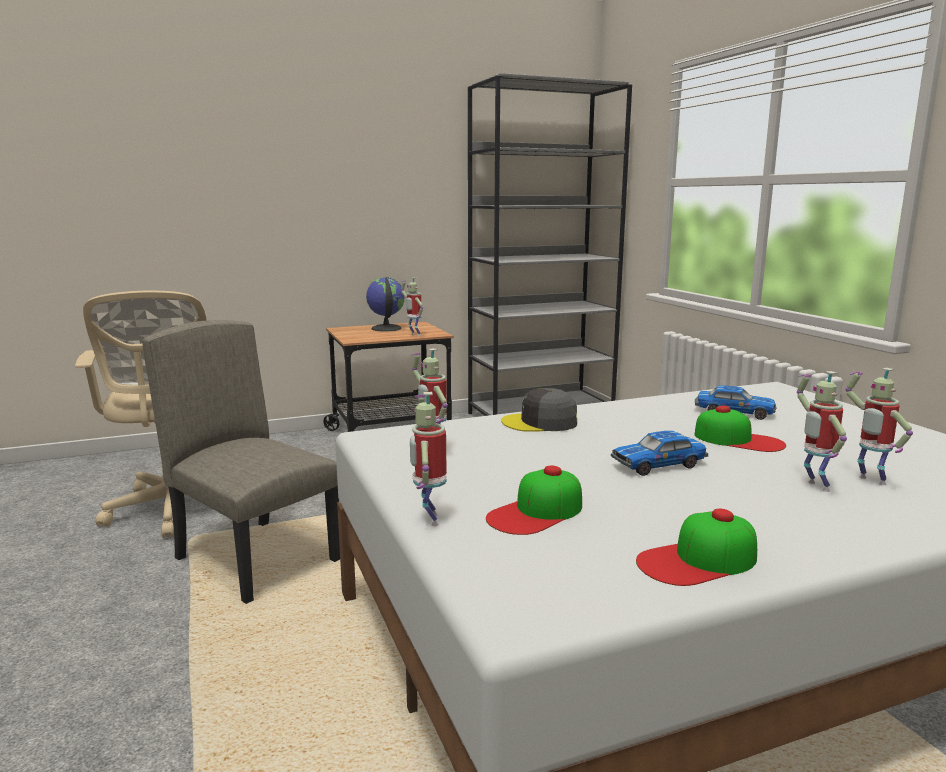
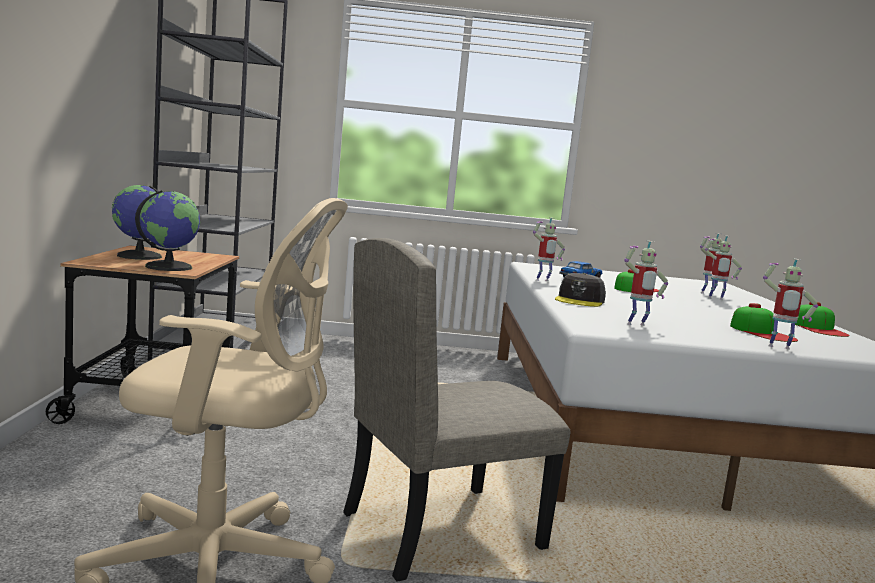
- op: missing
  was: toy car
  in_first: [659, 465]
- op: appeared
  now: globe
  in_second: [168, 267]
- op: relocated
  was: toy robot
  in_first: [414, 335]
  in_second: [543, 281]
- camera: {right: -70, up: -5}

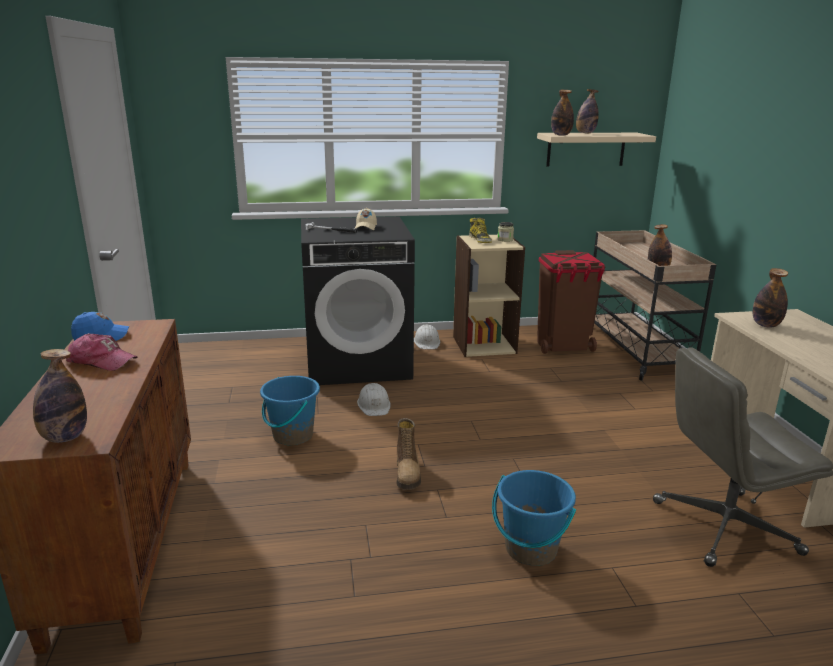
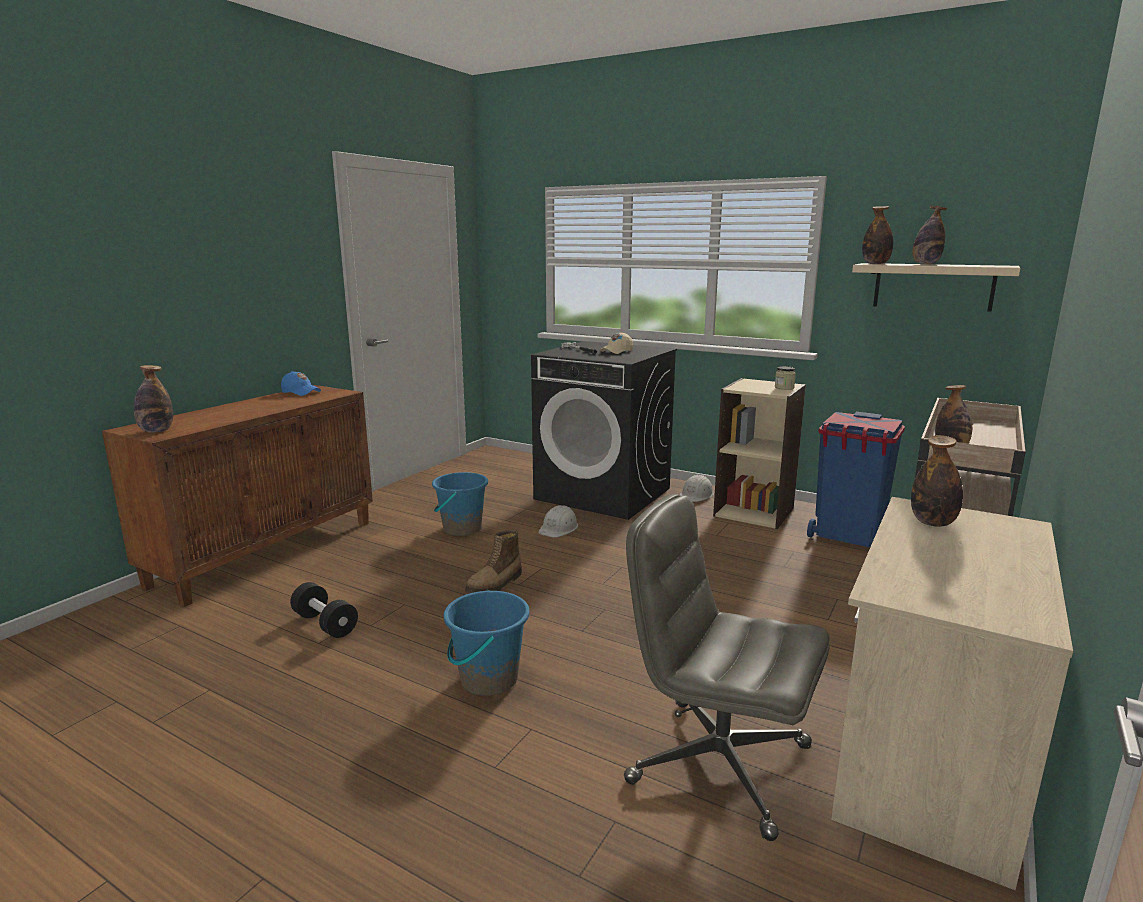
- op: missing
  was: cap
  in_first: [101, 361]
- op: missing
  was: boot
  in_first: [480, 239]
- op: appeared
  now: black dumbbell
  in_second: [325, 624]
- op: colour
  was: brown trash can
  now: blue trash can
  in_first: [563, 347]
  in_second: [848, 538]
- camera: {right: 40, up: -5}

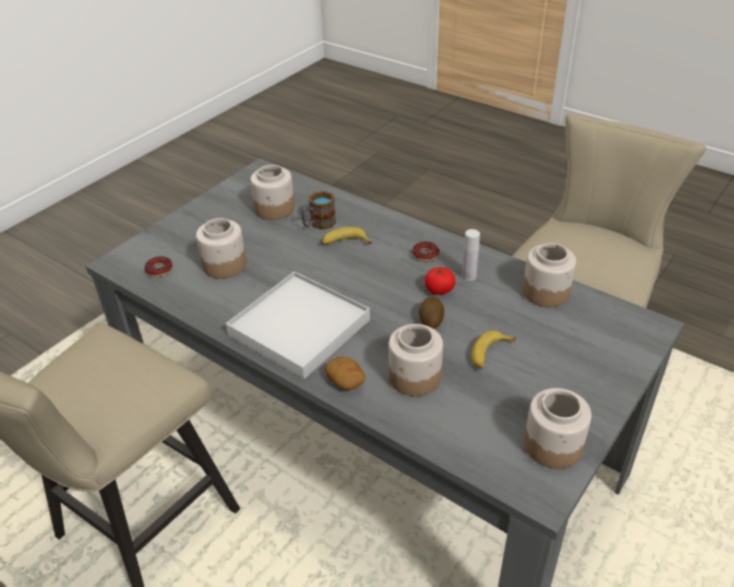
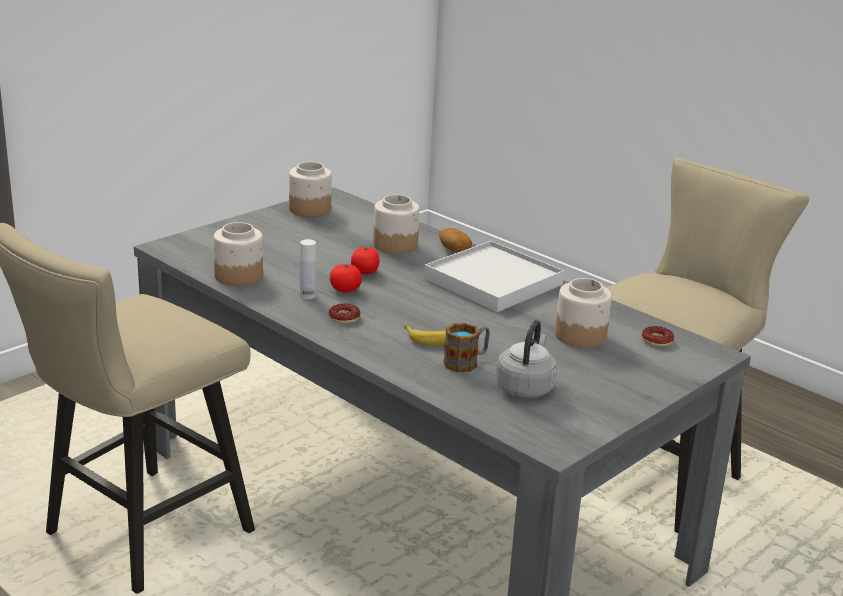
- op: missing
  was: banana
  in_first: [489, 354]
- op: exchanged
  was: jar
  now: grey kettle
  in_first: [275, 209]
  in_second: [526, 387]
- op: exchanged
  was: potato
  now: tomato
  in_first: [431, 320]
  in_second: [365, 272]
- camera: {right: -175, up: -15}

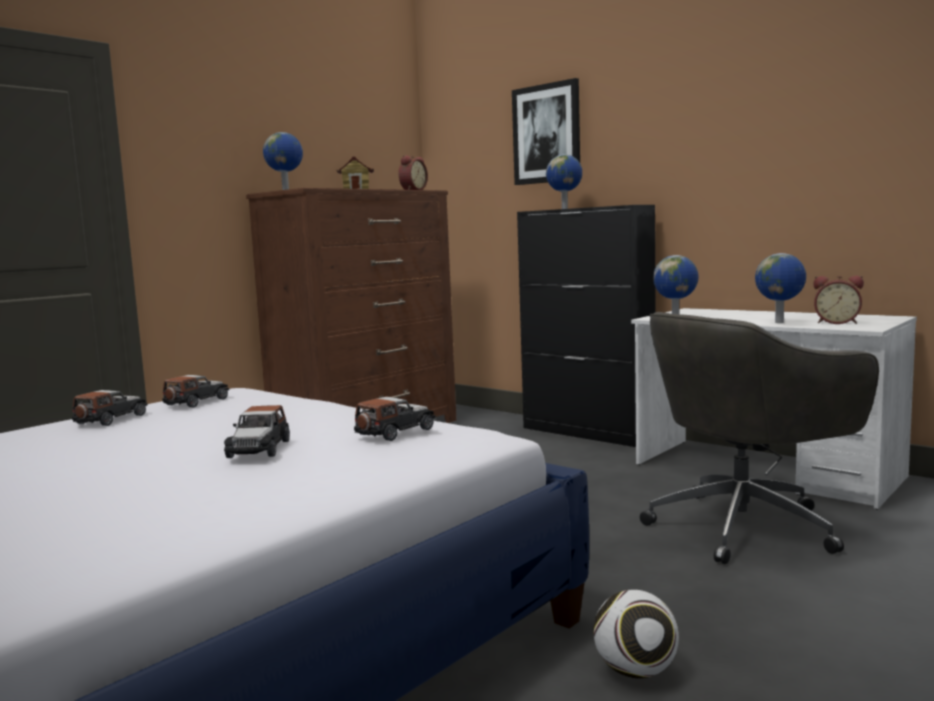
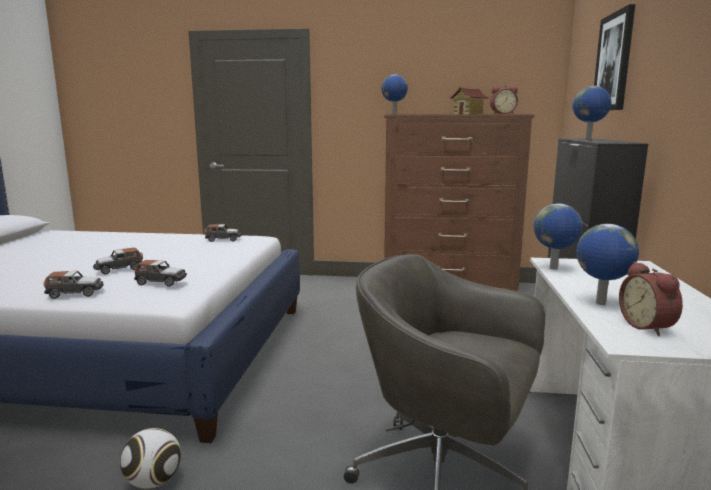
- op: relocated
  was: toy car
  in_first: [111, 419]
  in_second: [75, 293]
- camera: {right: 55, up: 5}

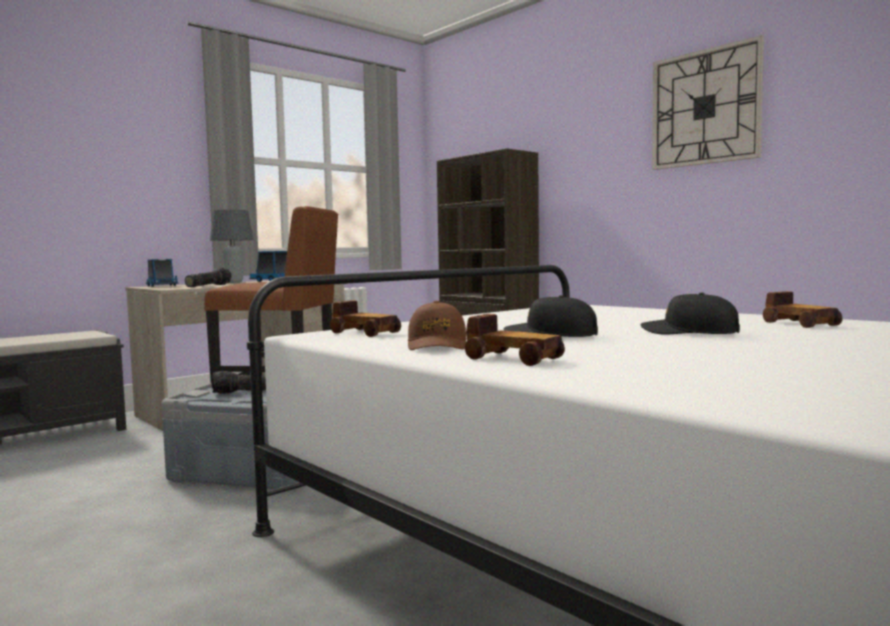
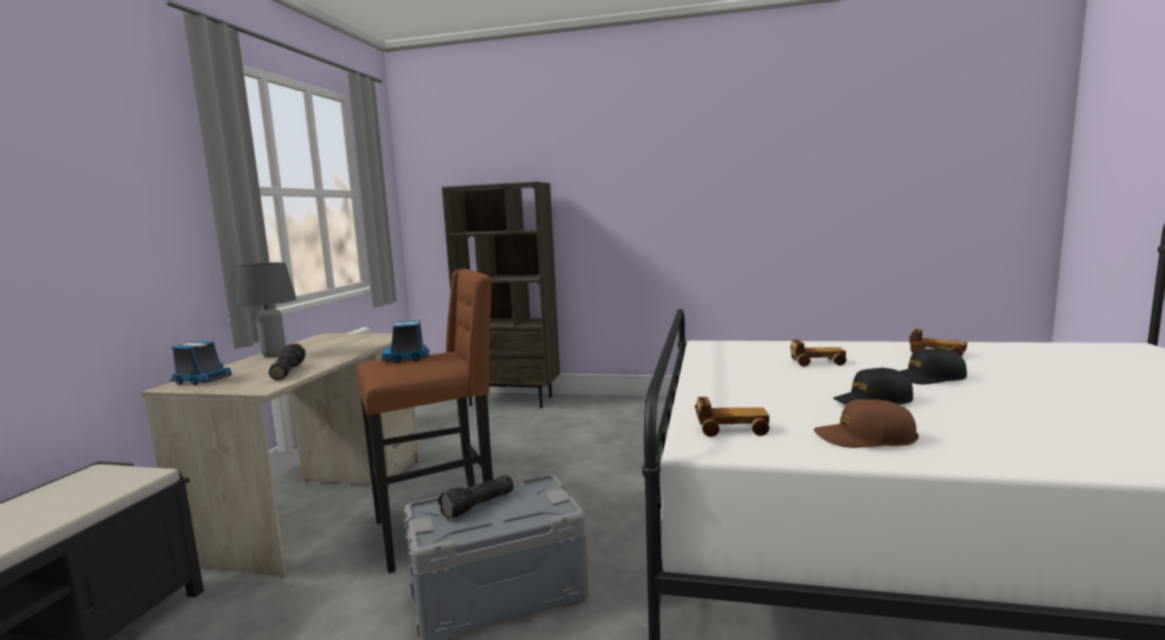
- op: missing
  was: wall clock
  in_first: [705, 107]
- op: relocated
  was: toy car
  in_first: [512, 359]
  in_second: [816, 362]
- op: spun
  was: brown cap
  in_first: [437, 345]
  in_second: [864, 438]
  clockwise: 135
- camera: {right: -35, up: 5}

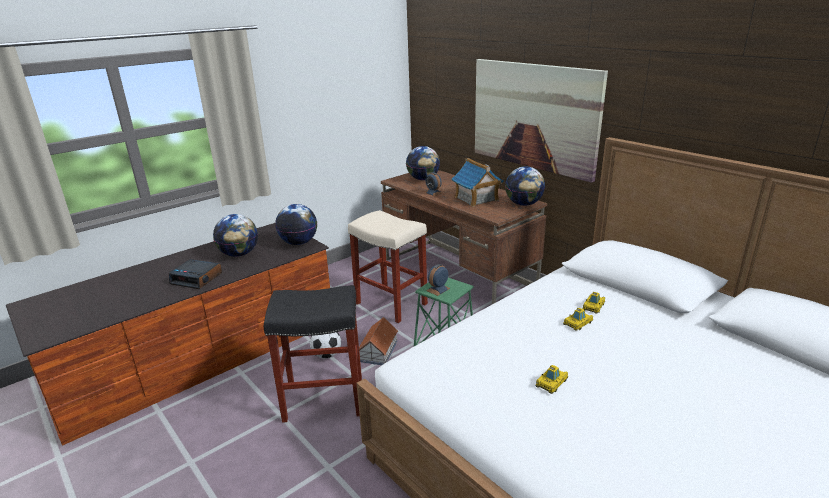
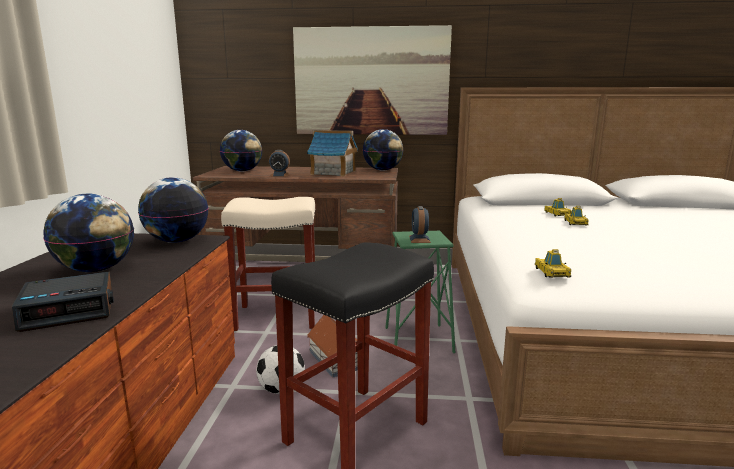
- op: relocated
  was: toy car
  in_first: [551, 383]
  in_second: [551, 272]
- camera: {right: -45, up: -10}

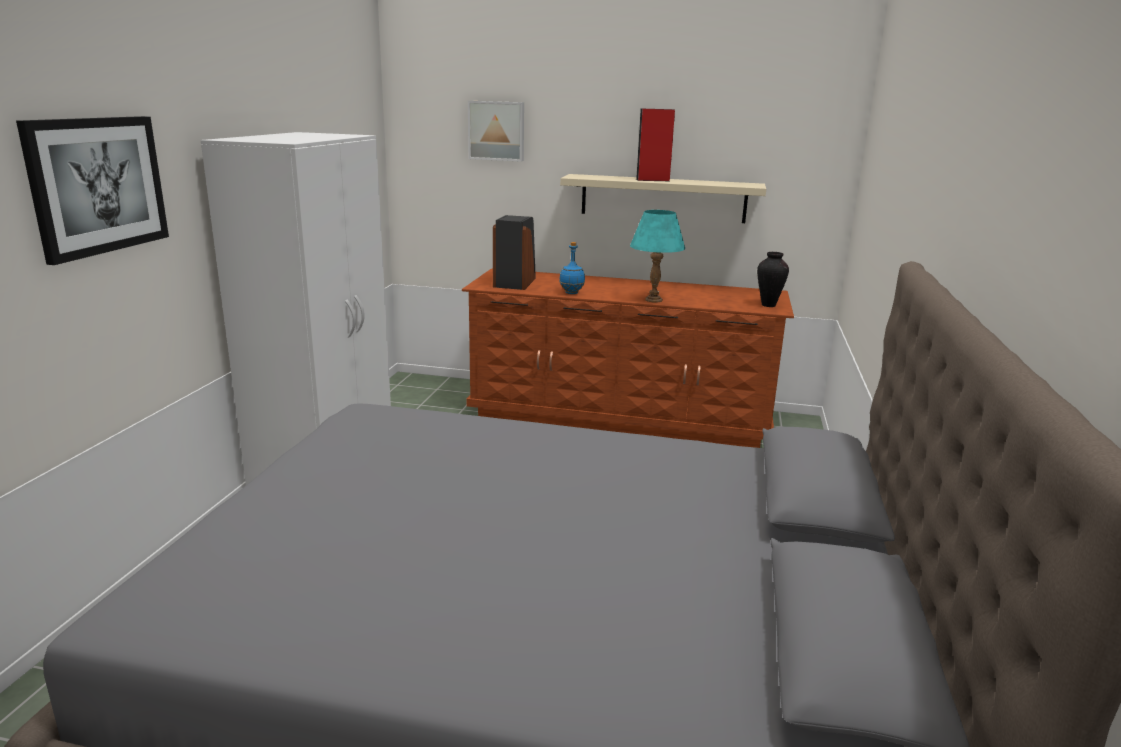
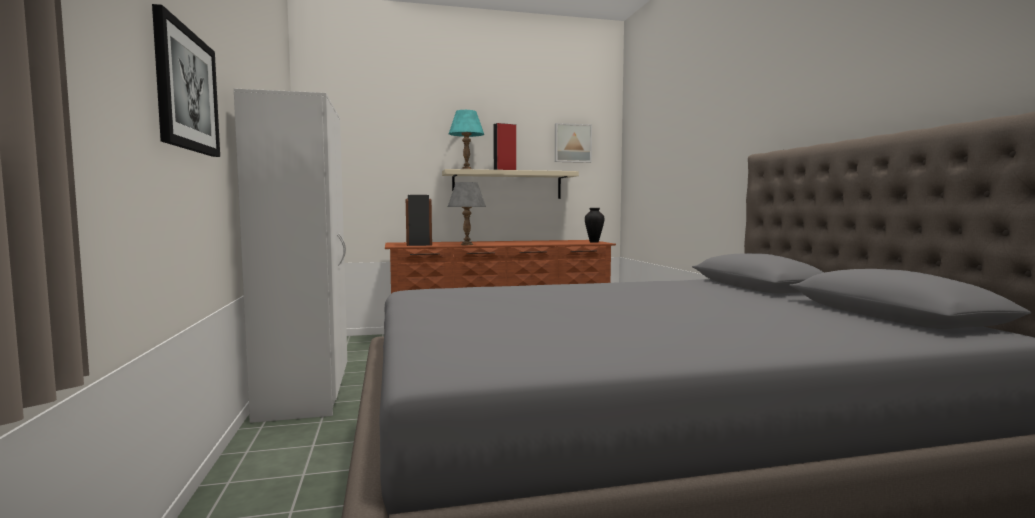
- op: relocated
  was: picture
  in_first: [496, 130]
  in_second: [572, 143]
- op: relocated
  was: turquoise table lamp
  in_first: [654, 300]
  in_second: [466, 170]
- op: exchanged
  was: blue bottle
  now: grey table lamp
  in_first: [571, 293]
  in_second: [466, 244]
- camera: {right: -25, up: -15}

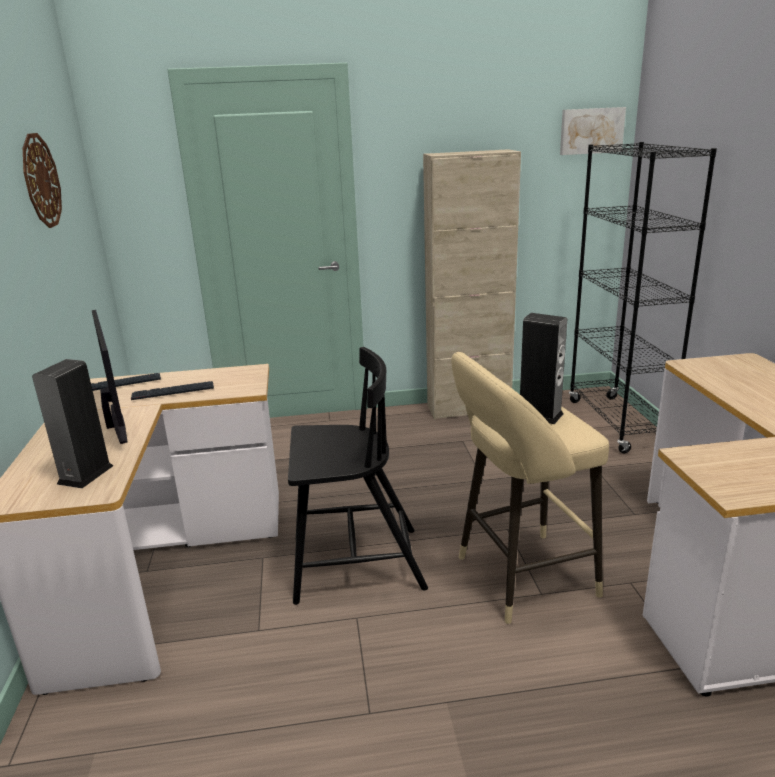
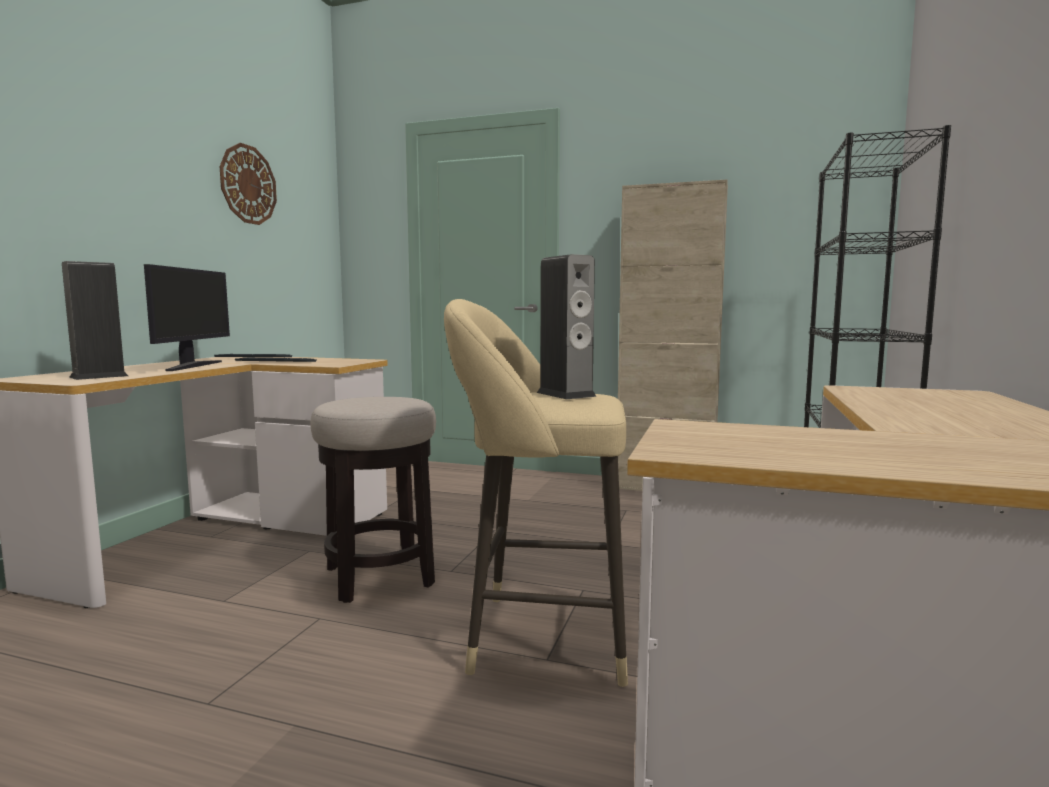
- op: missing
  was: picture
  in_first: [591, 131]
- op: exchanged
  was: black chair
  now: stool
  in_first: [354, 564]
  in_second: [380, 576]
- camera: {right: 25, up: -15}

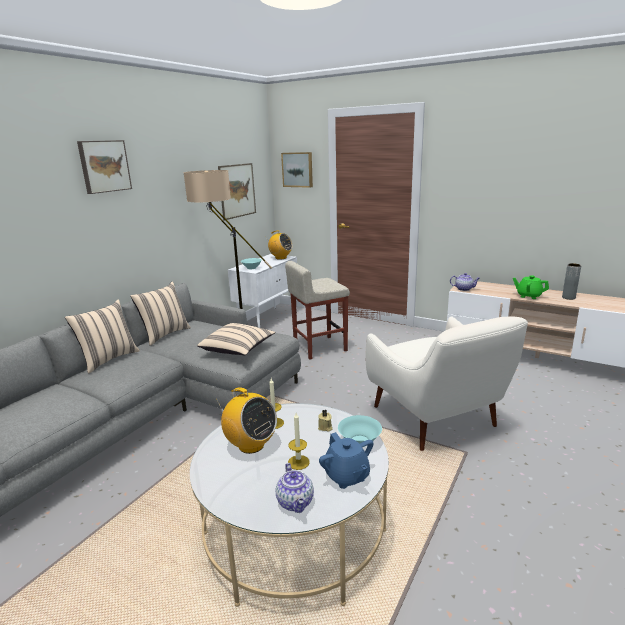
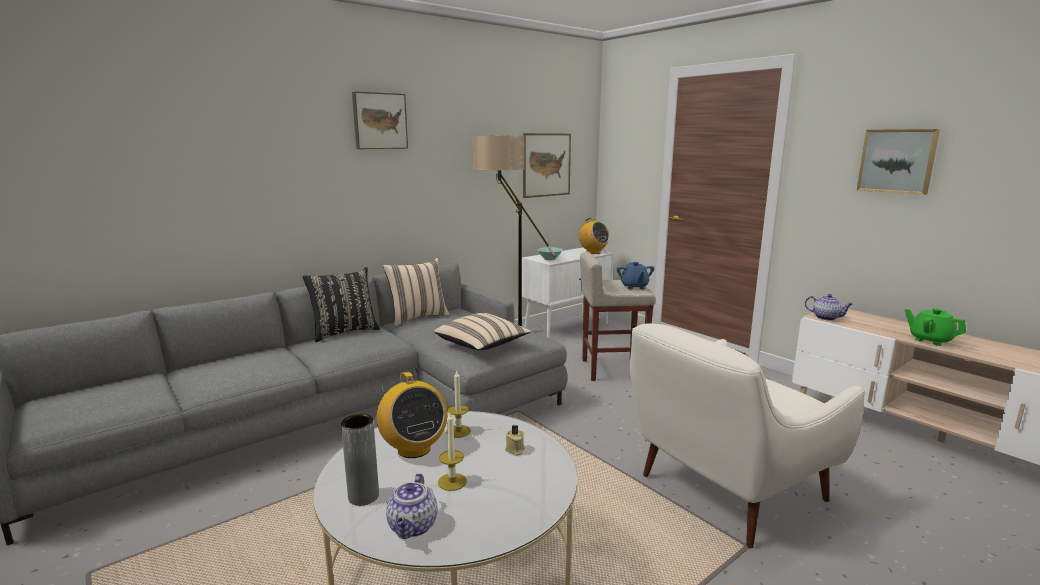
- op: missing
  was: turquoise bowl
  in_first: [359, 441]
- op: relocated
  was: picture
  in_first: [298, 169]
  in_second: [897, 161]
- op: relocated
  was: blue teapot
  in_first: [346, 476]
  in_second: [634, 287]
- op: relocated
  was: grey vase
  in_first: [568, 297]
  in_second: [363, 496]
- op: colour
  was: beige pillow
  now: black pillow
  in_first: [108, 359]
  in_second: [344, 332]
- op: spun
  was: white armchair
  in_first: [436, 419]
  in_second: [726, 491]
  clockwise: 60
- camera: {right: 20, up: -5}

